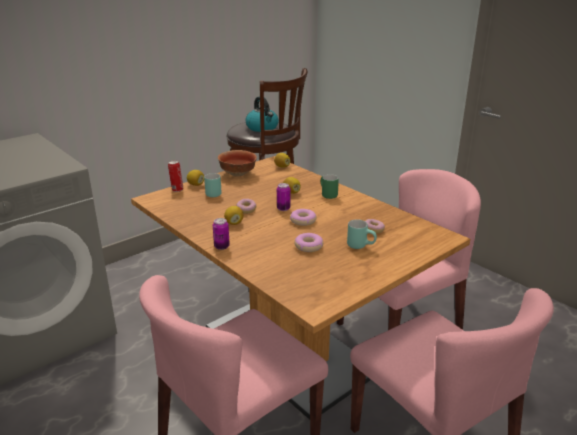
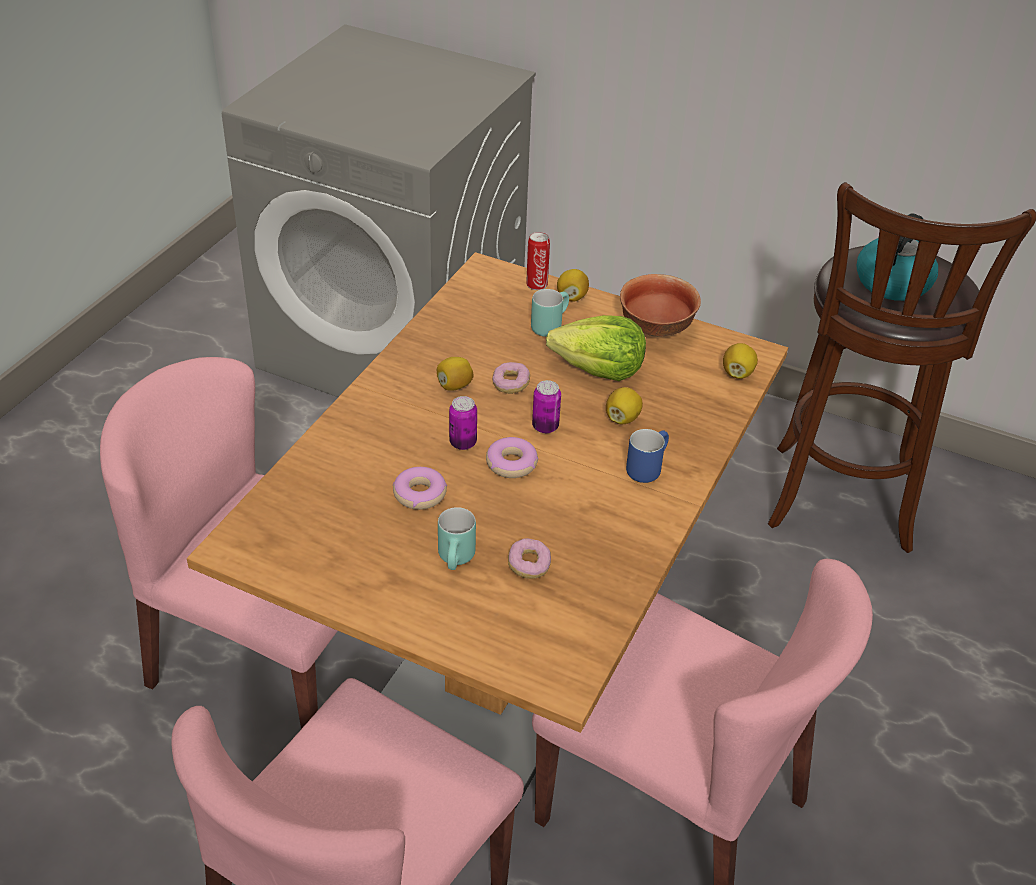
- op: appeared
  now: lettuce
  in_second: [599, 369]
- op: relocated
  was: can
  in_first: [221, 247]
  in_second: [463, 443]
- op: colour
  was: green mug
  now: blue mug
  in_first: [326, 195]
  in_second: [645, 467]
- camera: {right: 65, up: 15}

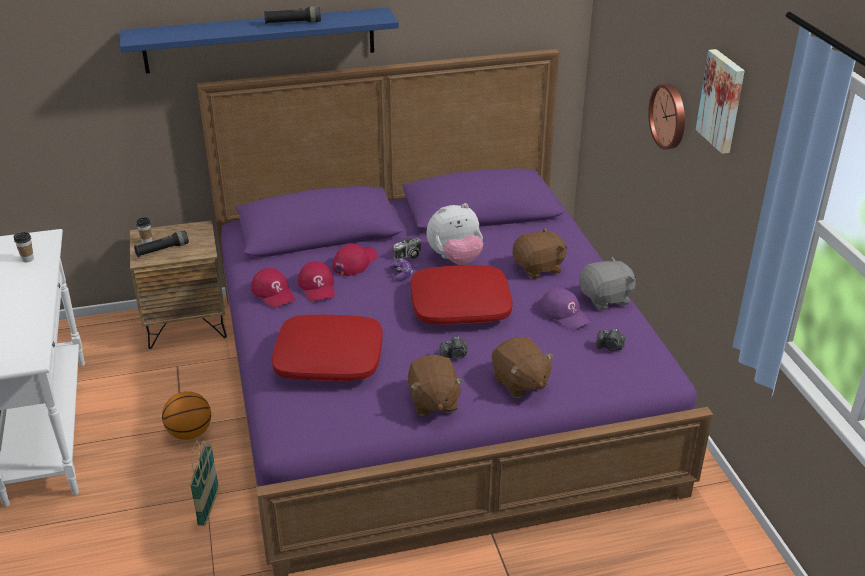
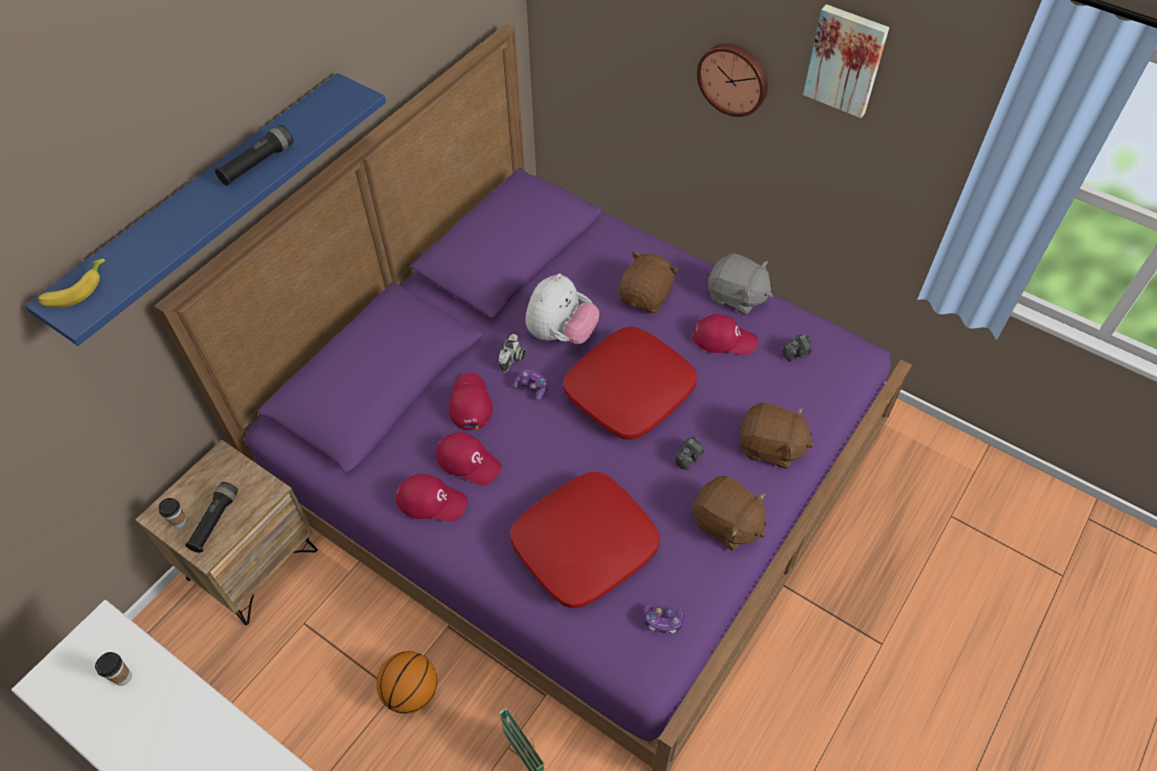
- op: appeared
  now: banana
  in_second: [75, 289]
- op: appeared
  now: game controller
  in_second: [663, 621]
- op: colour
  was: purple cap
  now: red cap
  in_first: [564, 313]
  in_second: [724, 339]
- op: spun
  was: grey plush toy
  in_first: [606, 299]
  in_second: [736, 297]
  clockwise: 90
- camera: {right: -40, up: 20}

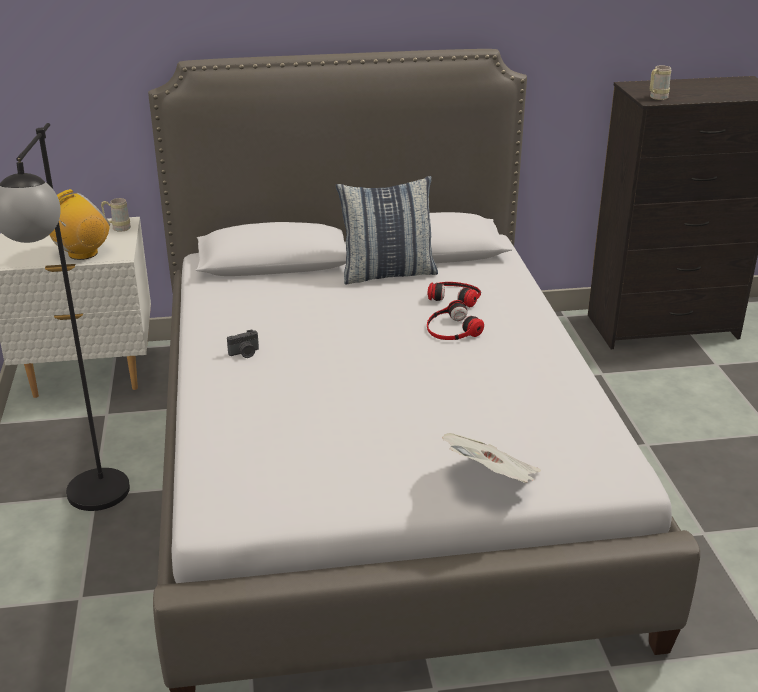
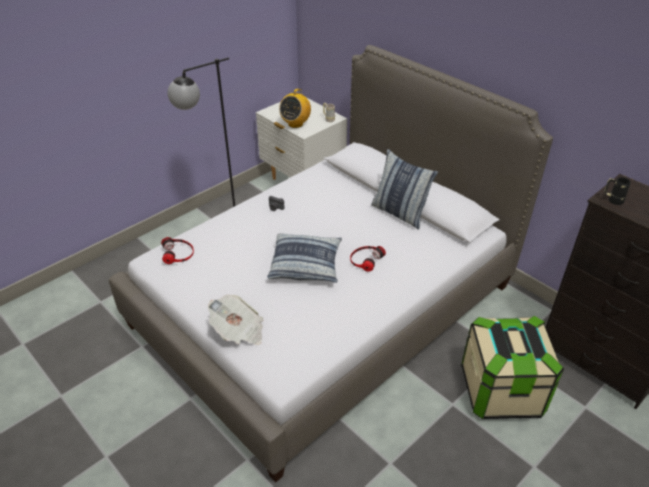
- op: appeared
  now: pillow
  in_second: [306, 264]
- op: appeared
  now: storage box
  in_second: [501, 391]
- op: relocated
  was: headphones
  in_first: [455, 296]
  in_second: [178, 253]
- op: colour
  was: beige mug
  now: black mug
  in_first: [656, 98]
  in_second: [612, 200]
- op: spun
  was: radio
  in_first: [82, 254]
  in_second: [295, 124]
  clockwise: 105
- camera: {right: 55, up: 10}

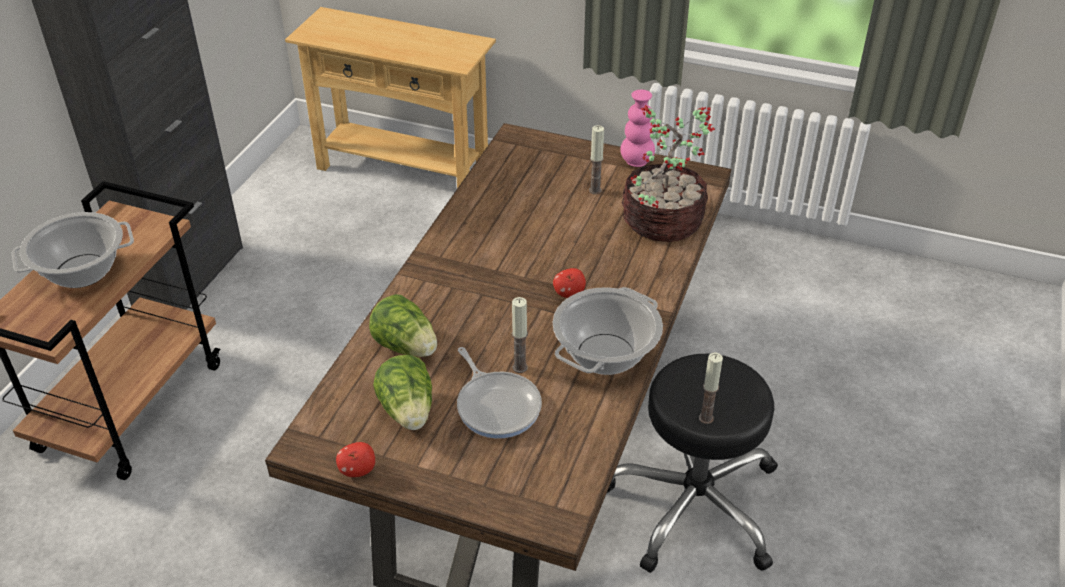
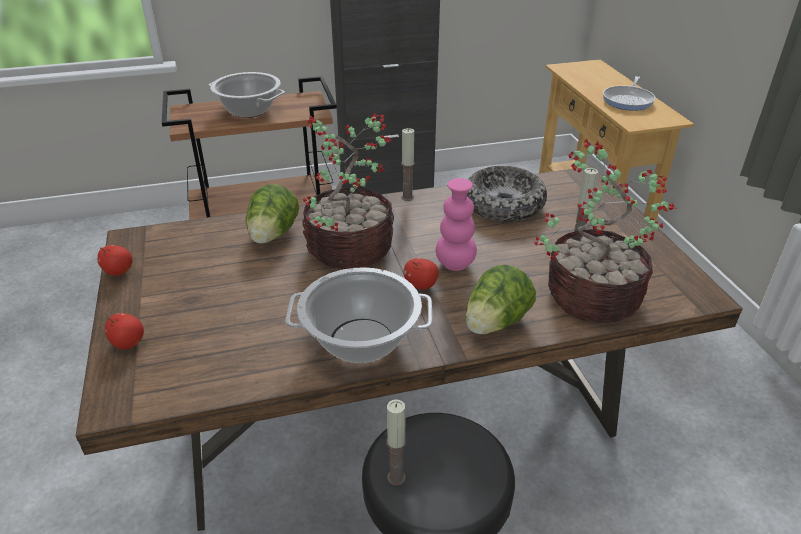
- op: appeared
  now: apple
  in_second: [128, 343]
- op: appeared
  now: potted plant
  in_second: [348, 249]
- op: appeared
  now: bowl
  in_second: [504, 205]
- op: relocated
  was: lettuce
  in_first: [408, 411]
  in_second: [495, 323]
- op: relocated
  was: frying pan
  in_first: [497, 405]
  in_second: [628, 100]
- op: relocated
  was: candle
  in_first: [520, 367]
  in_second: [407, 197]
- op: relocated
  was: pink vase
  in_first: [636, 161]
  in_second: [455, 264]
- camera: {right: 55, up: -5}

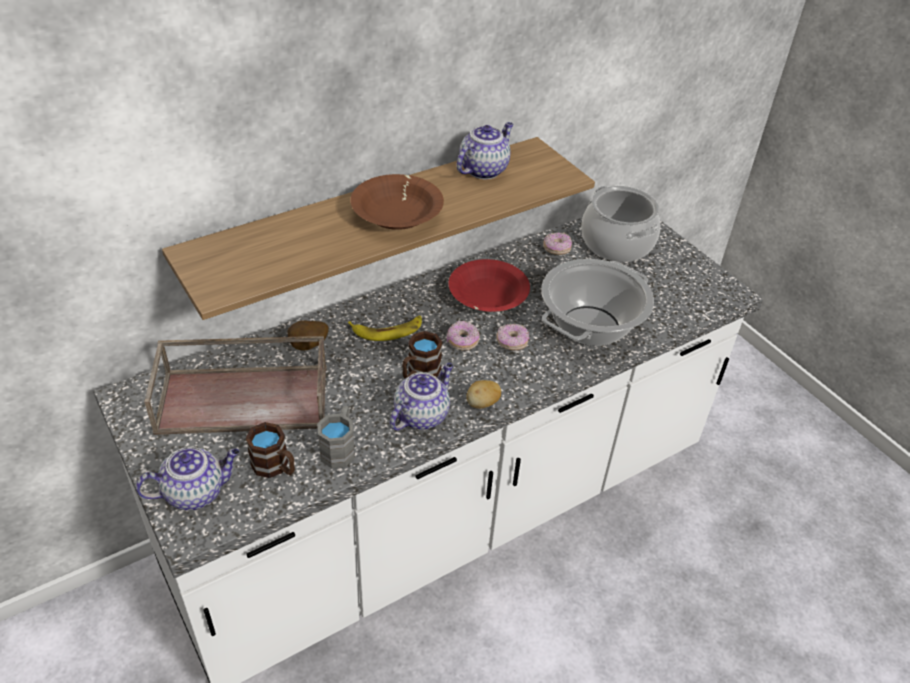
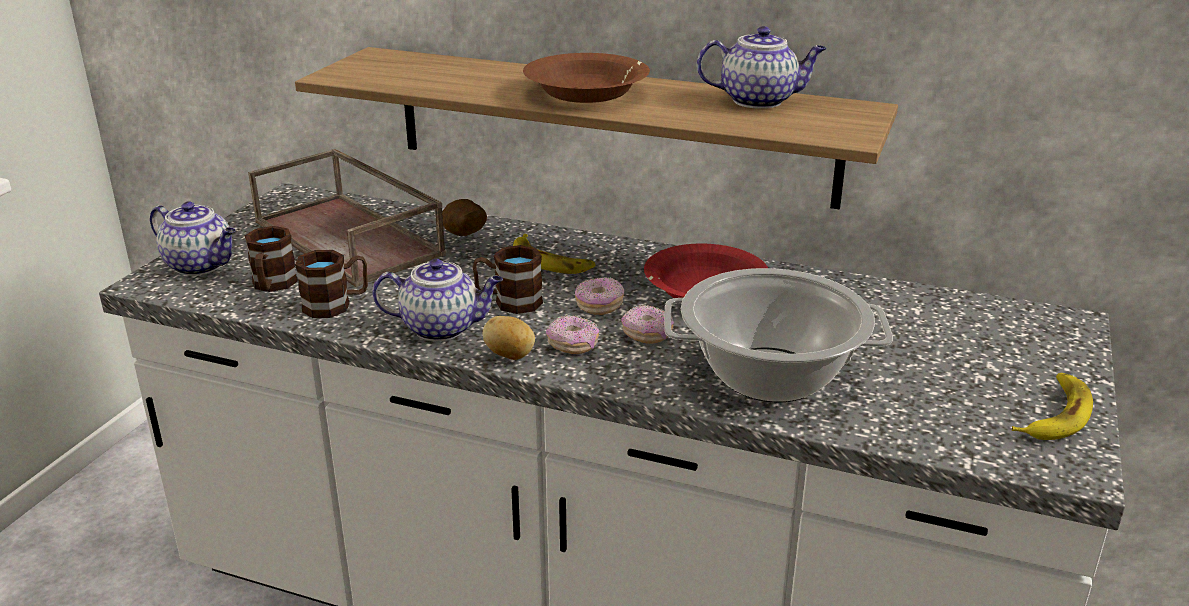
- op: missing
  was: cooking pot
  in_first: [617, 243]
- op: appeared
  now: banana
  in_second: [1054, 414]
- op: relocated
  was: donut
  in_first: [557, 249]
  in_second: [572, 345]
- op: colour
  was: grey mug
  now: brown mug
  in_first: [340, 447]
  in_second: [336, 305]
- camera: {right: 55, up: -15}

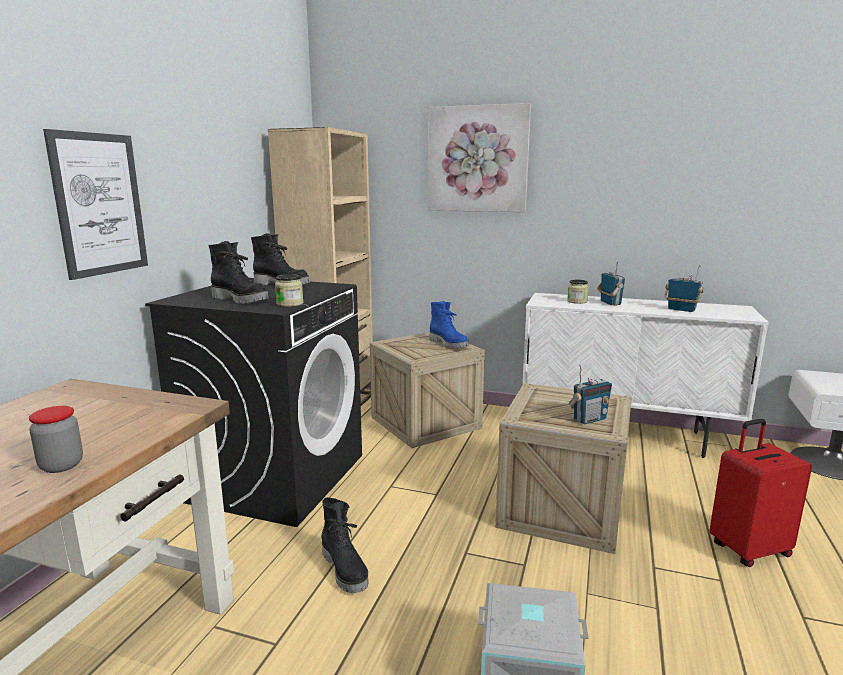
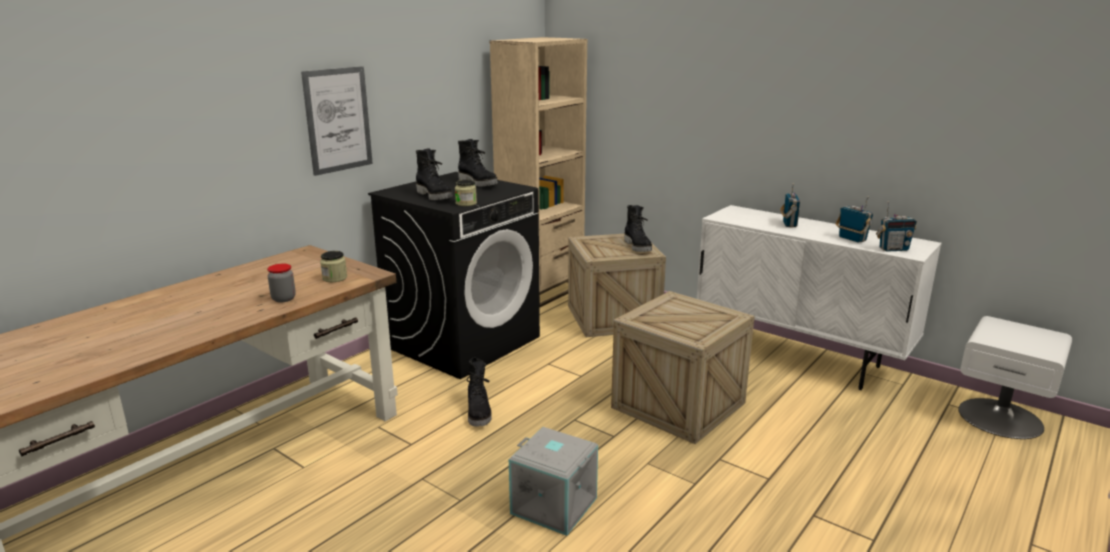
- op: missing
  was: picture
  in_first: [478, 159]
- op: missing
  was: red suitcase
  in_first: [748, 549]
- op: relocated
  was: jar
  in_first: [577, 301]
  in_second: [334, 278]
- op: relocated
  was: radio
  in_first: [589, 419]
  in_second: [893, 249]
- op: colour
  was: blue boot
  now: black boot
  in_first: [449, 344]
  in_second: [638, 247]
- camera: {right: 20, up: 5}

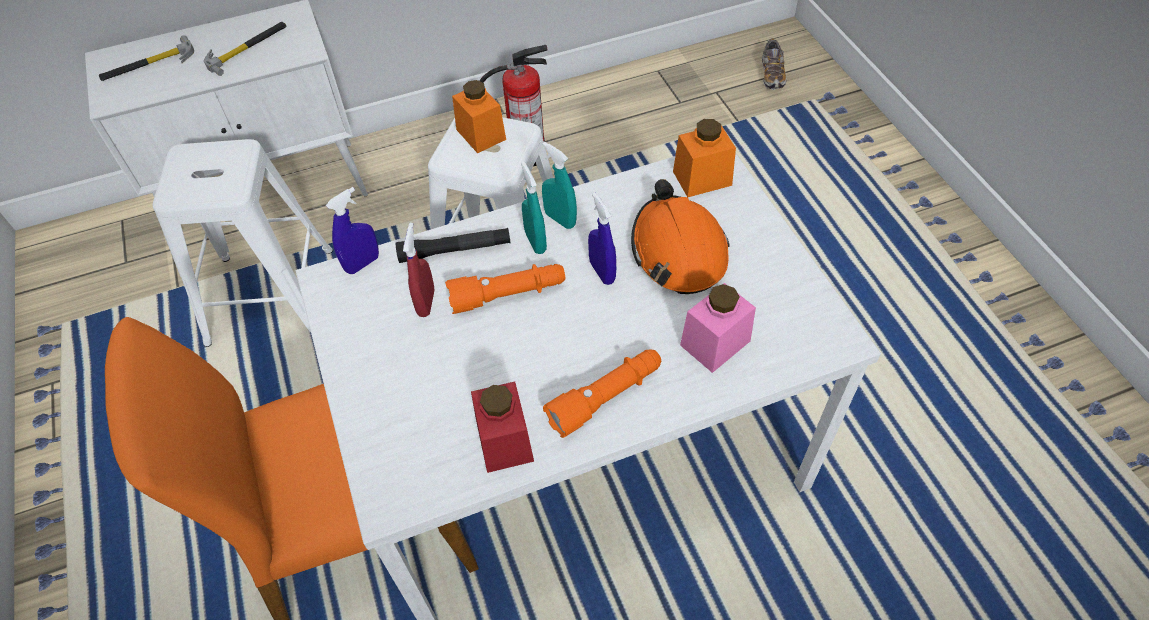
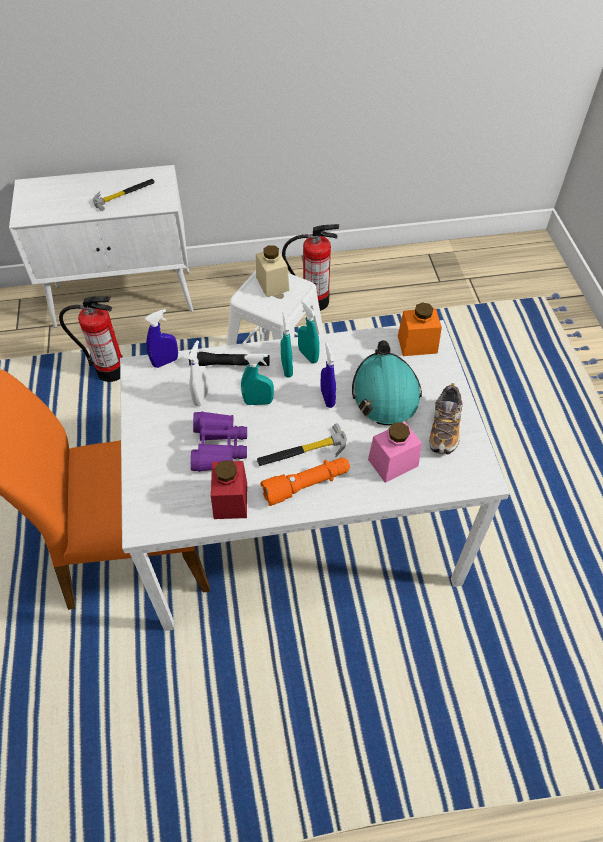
- op: appeared
  now: purple binoculars
  in_second: [218, 447]
- op: relocated
  was: hammer
  in_first: [148, 65]
  in_second: [302, 452]
- op: relocated
  was: shoe
  in_first: [772, 74]
  in_second: [444, 428]
- op: exchanged
  was: white stool
  now: fire extinguisher
  in_first: [272, 294]
  in_second: [111, 370]
- op: exchanged
  was: orange flashlight
  now: turquoise spray bottle
  in_first: [508, 295]
  in_second: [258, 402]
- op: colour
  was: red spray bottle
  now: white spray bottle
  in_first: [426, 302]
  in_second: [201, 396]
- op: colour
  was: orange jar
  now: beige jar
  in_first: [481, 134]
  in_second: [272, 284]
- op: colour
  was: orange hard hat
  now: turquoise hard hat
  in_first: [678, 251]
  in_second: [385, 393]
- camera: {right: 10, up: 0}

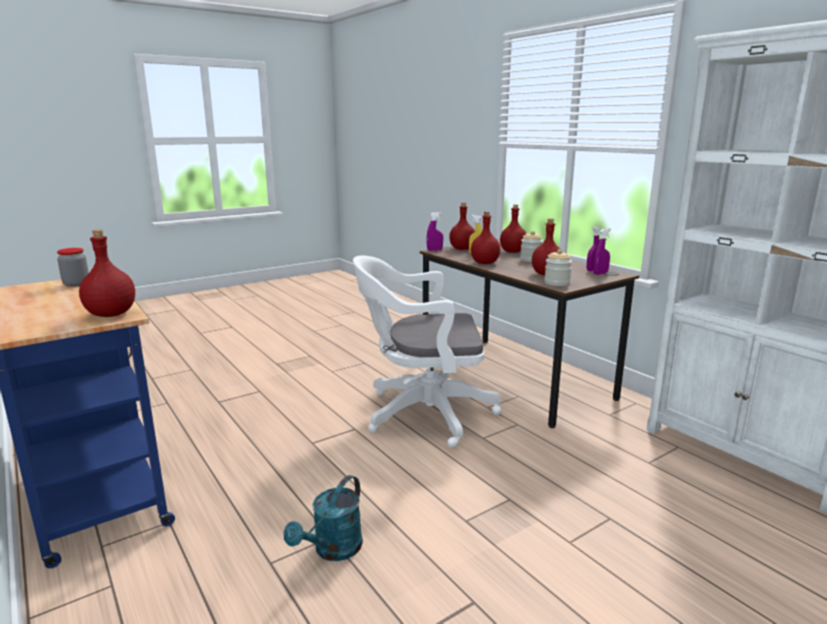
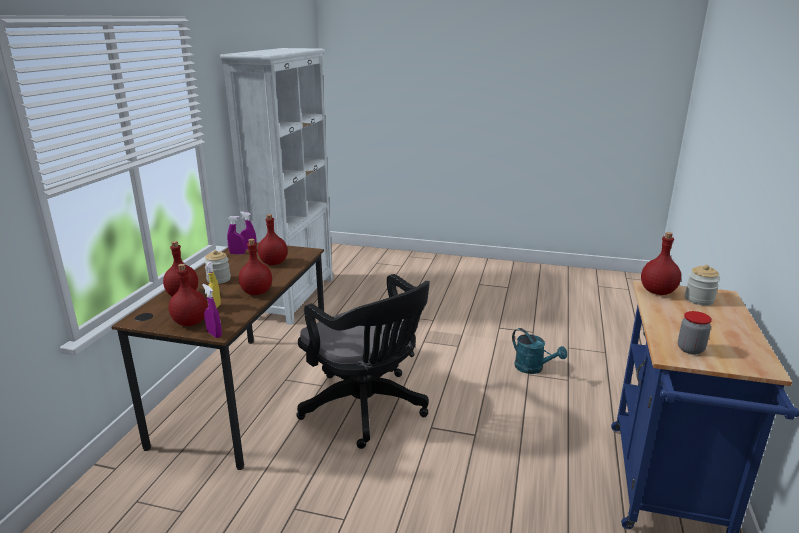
- op: relocated
  was: jar
  in_first: [557, 283]
  in_second: [699, 299]
- op: colour
  was: white office chair
  now: black office chair
  in_first: [422, 413]
  in_second: [368, 409]
- op: spun
  was: turquoise watering can
  in_first: [333, 550]
  in_second: [533, 368]
  clockwise: 60
- camera: {right: -130, up: 5}

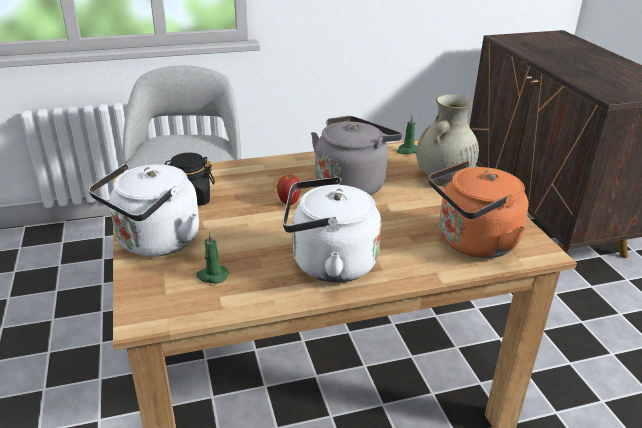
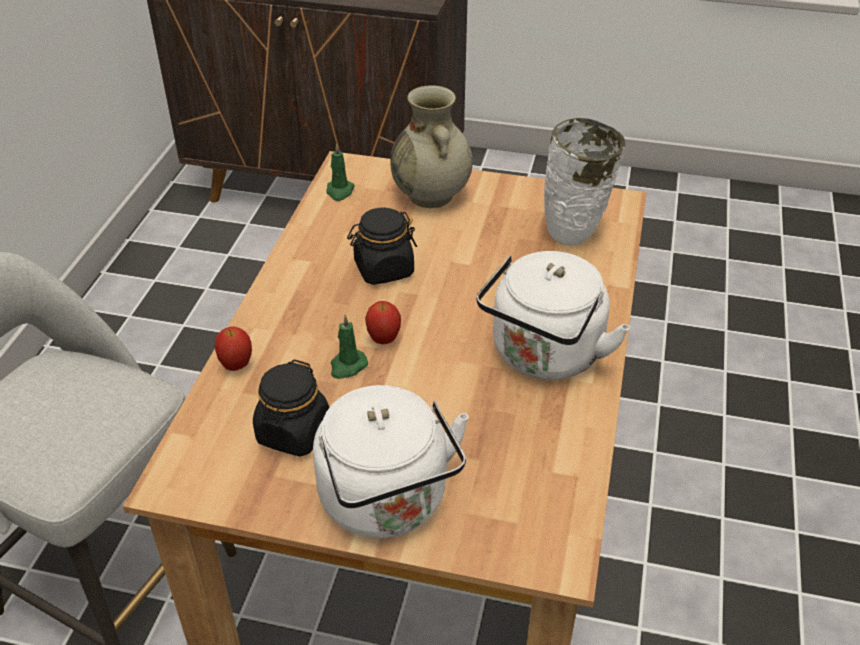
- op: appeared
  now: apple
  in_second: [236, 365]
- op: relocated
  was: green candle
  in_first: [212, 276]
  in_second: [347, 366]
- op: exchanged
  was: grey kettle
  now: black jar
  in_first: [352, 184]
  in_second: [383, 269]
- op: exchanged
  was: orange kettle
  now: white vase
  in_first: [472, 243]
  in_second: [574, 237]
- camera: {right: -60, up: 10}

